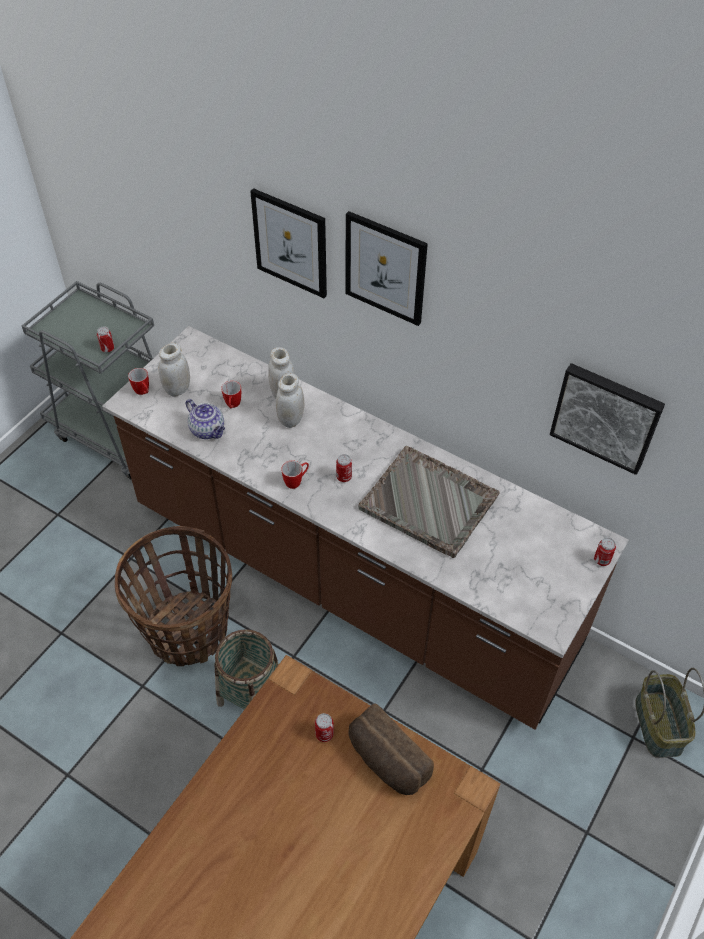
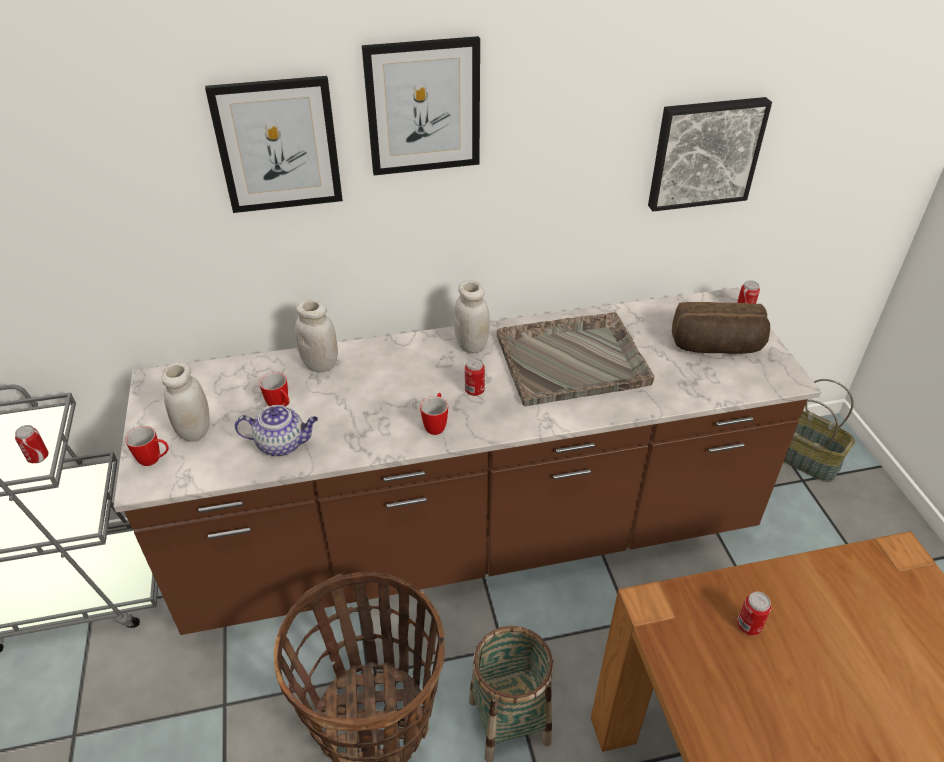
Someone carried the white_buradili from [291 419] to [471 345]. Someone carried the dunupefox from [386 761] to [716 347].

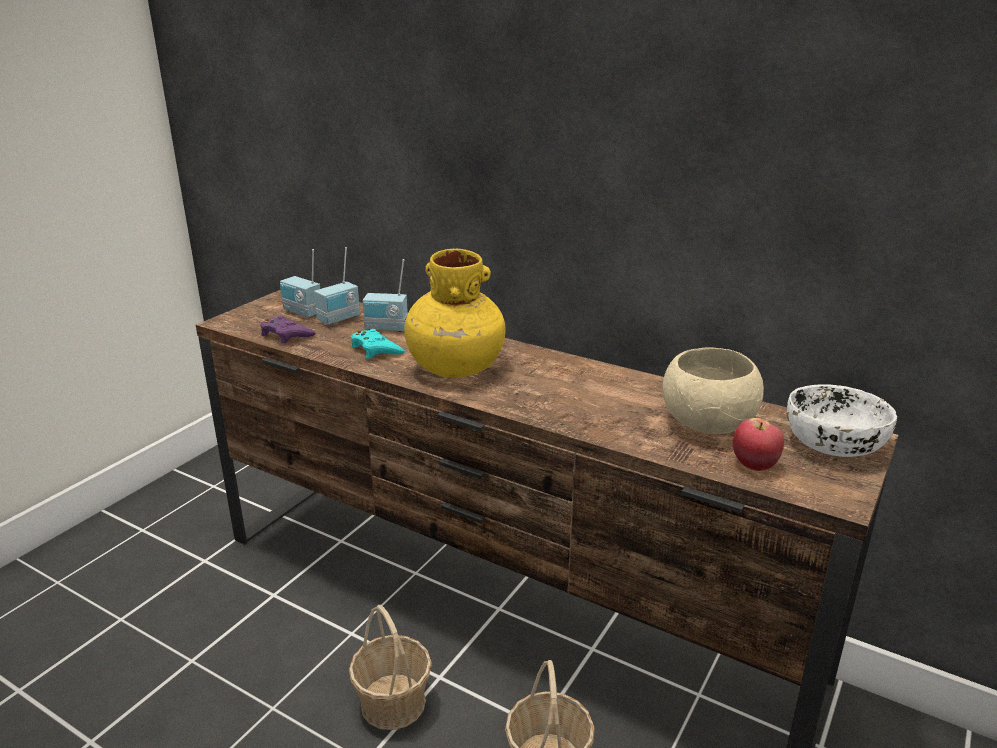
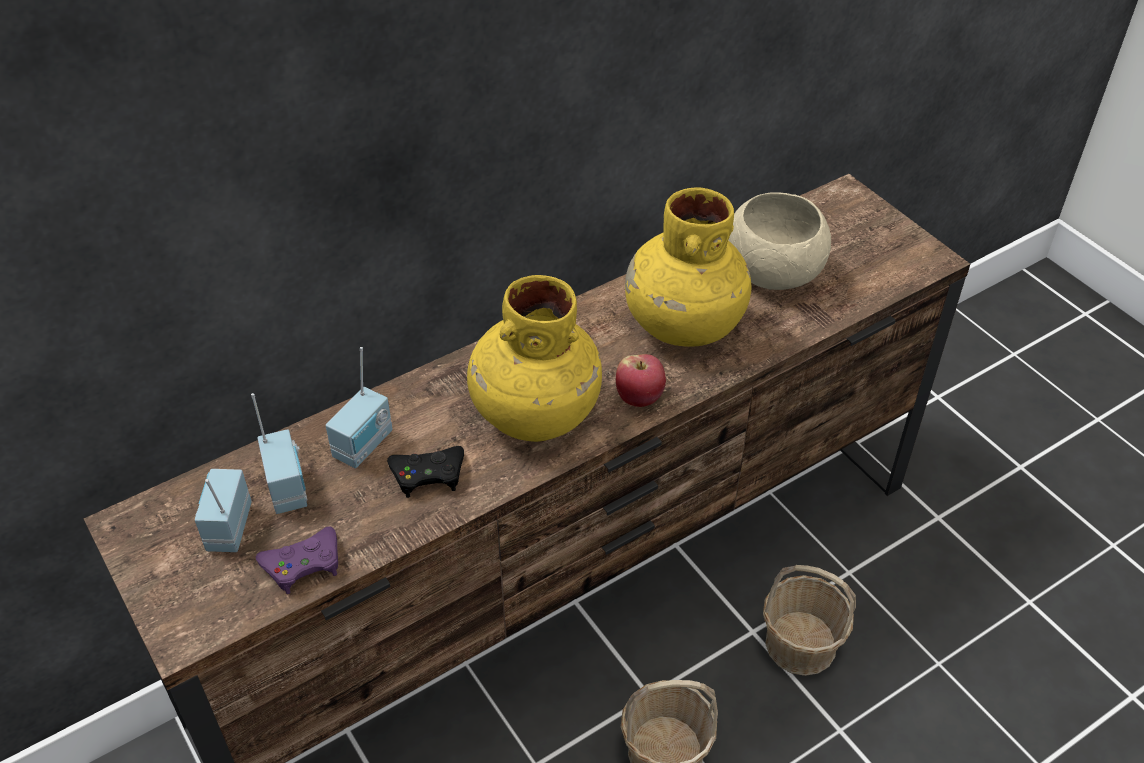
Someone rotated the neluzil at [302 313] by 120 degrees clockwise. Someone repainted the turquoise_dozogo at [376 349], which became the black_dozogo at [428 474]. Someone took away the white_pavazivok at [834 443]. Someone carried the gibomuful from [754 465] to [639 398]. Someone put down the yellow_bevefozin at [683 325].

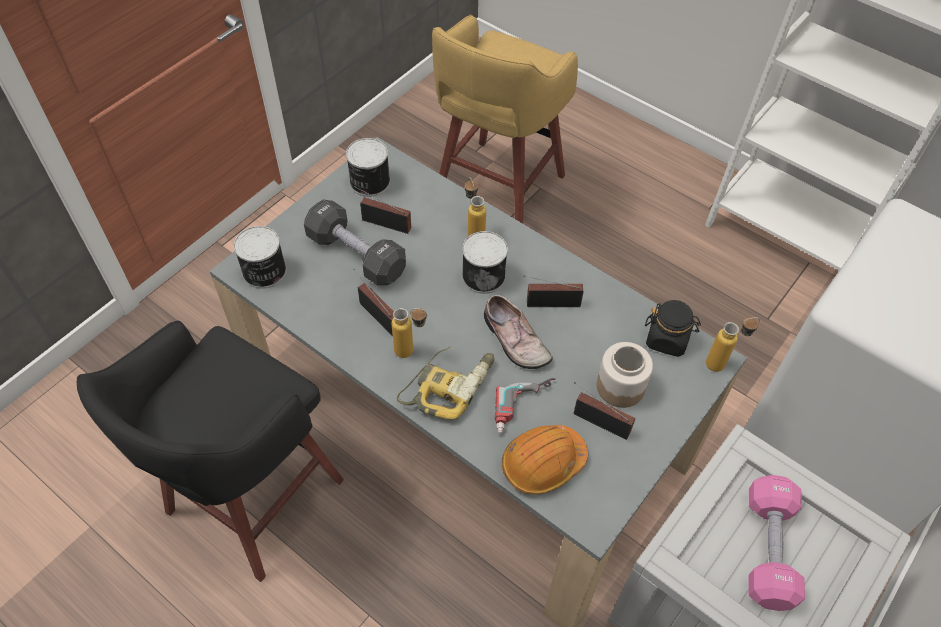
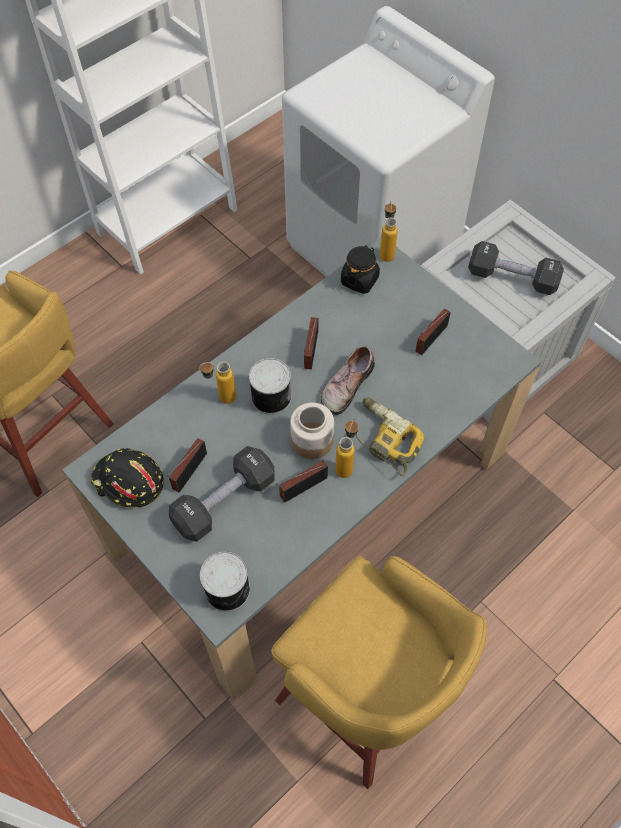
Someone swapped the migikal at [369 182] for the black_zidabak at [128 482]. Someone rotated the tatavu at [513 341] by 150 degrees clockwise. Someone repainted the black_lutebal at [251 500], which became the yellow_lutebal at [365 701]. Someone carried the buradili from [620 386] to [311 440]. Someone took away the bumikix at [525 408]. Someone took away the orange_zidabak at [543 463]. Someone repainted the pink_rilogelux at [768 549], which became the black_rilogelux at [512 278].

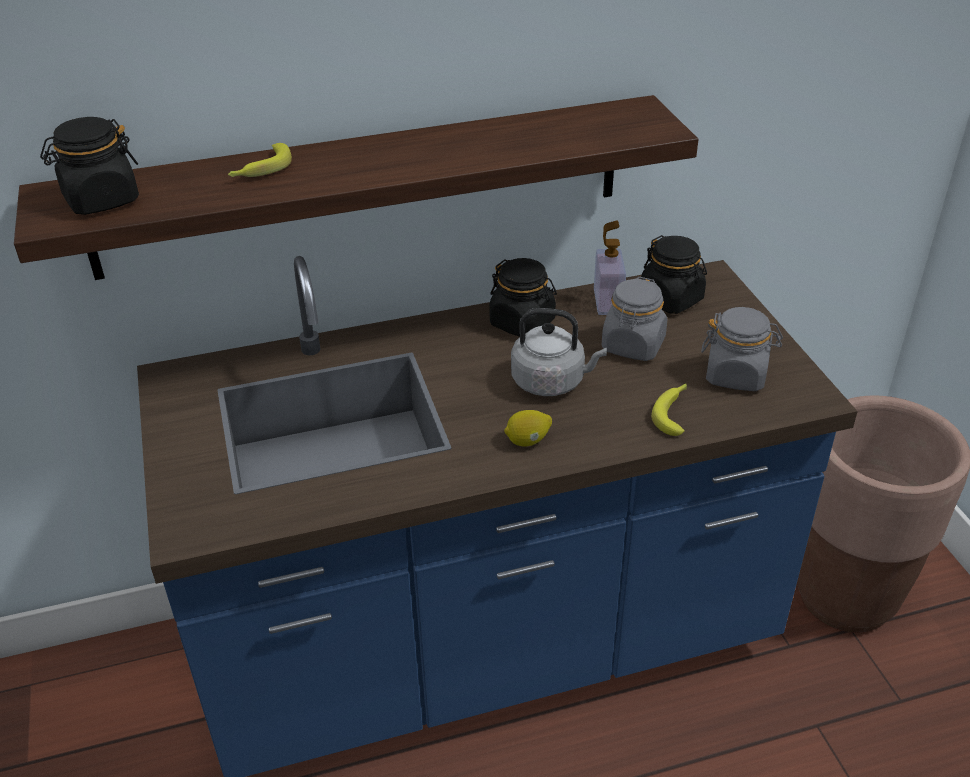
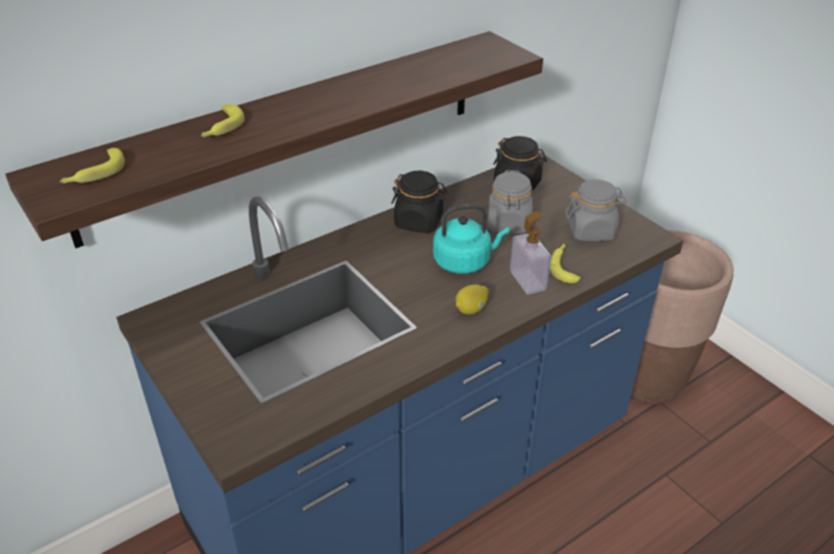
Someone swapped the black_buradili at [101 200] for the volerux at [94 174]. Someone carried the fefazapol from [608 302] to [527 280]. Someone repainted the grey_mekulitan at [552 382], which became the turquoise_mekulitan at [465 262].

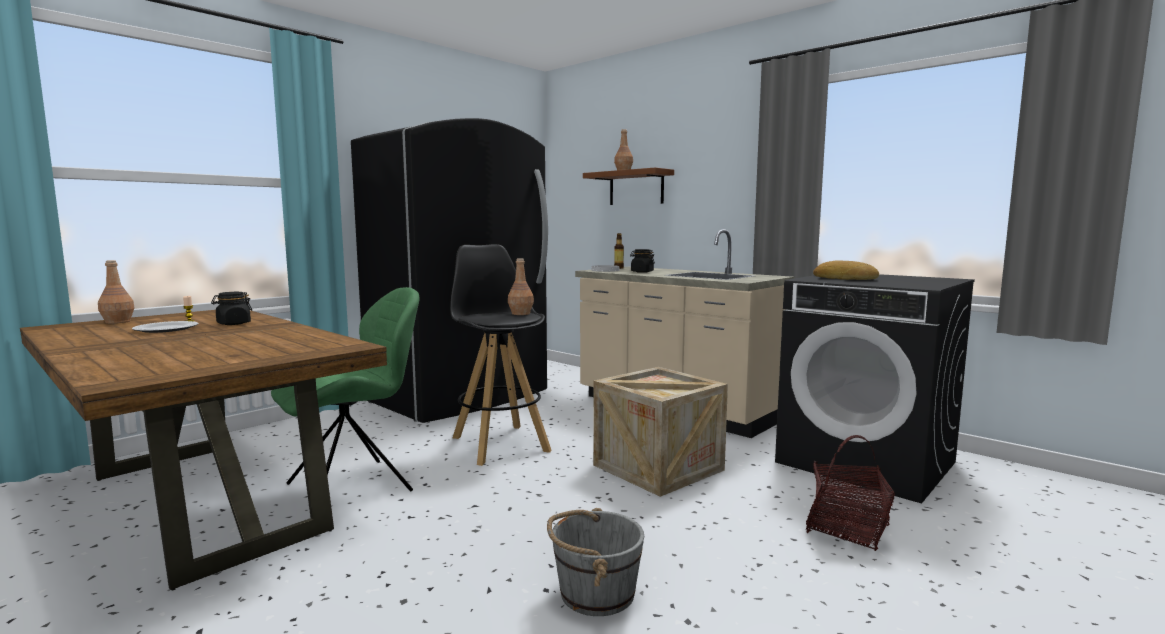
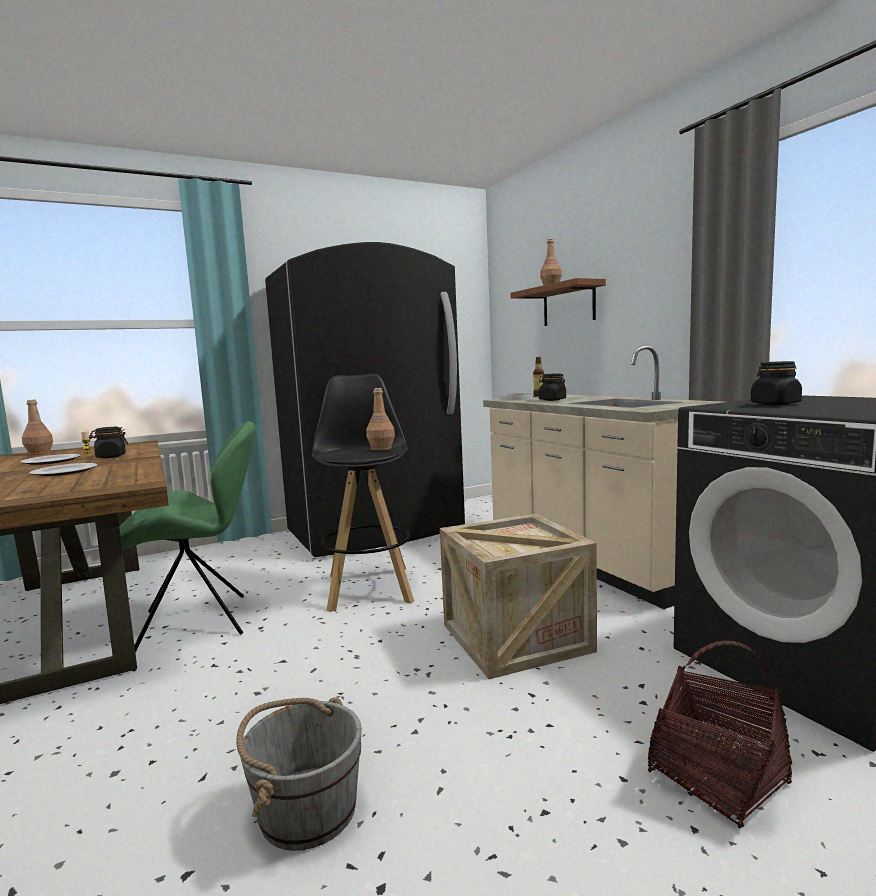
Someone swapped the dunupefox at [845 278] for the black_buradili at [775 404]. Someone put down the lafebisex at [64 472].

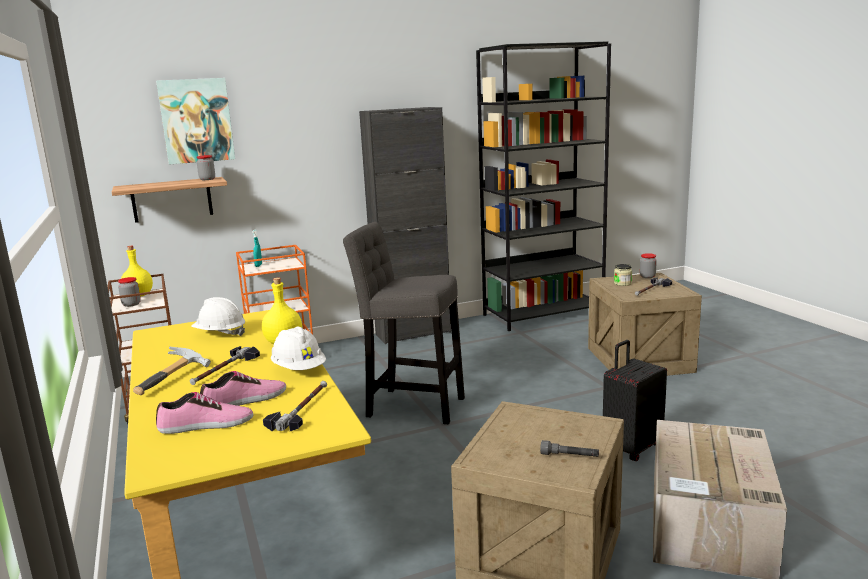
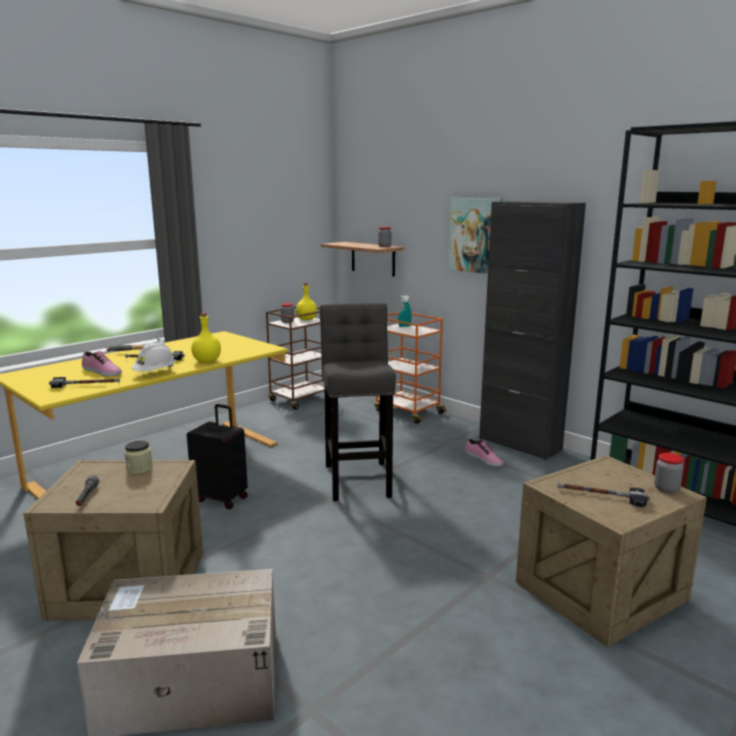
Someone carried the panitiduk from [196 121] to [475 235]. Someone carried the buradili from [622 283] to [139 469]. Someone took away the white_zidabak at [220 334]. Someone carried the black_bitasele from [631 448] to [222 498]. Someone carried the tatavu from [206 425] to [483 459].

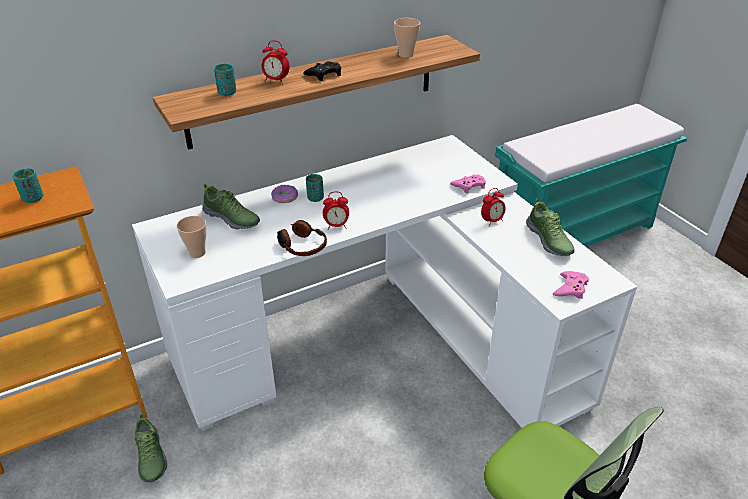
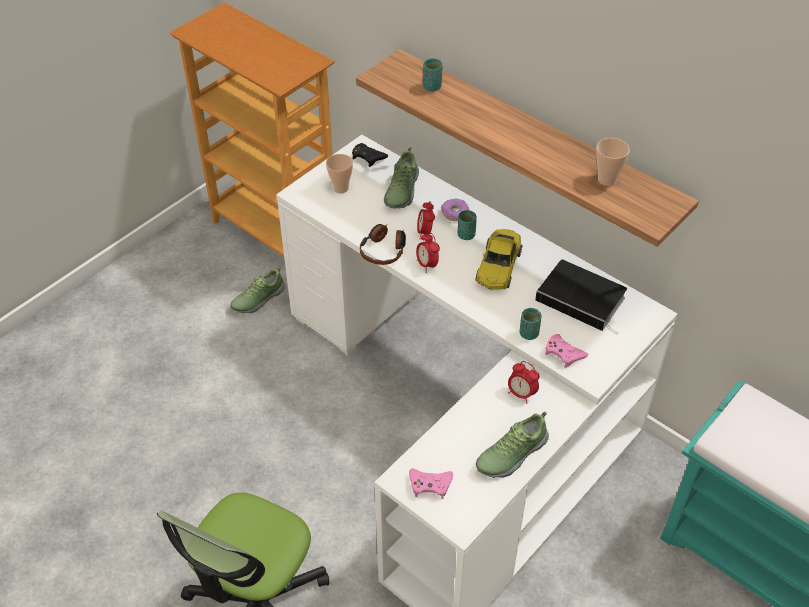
Someone carried the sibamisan from [276 80] to [425 233]. Someone carried the black_dozogo from [324 74] to [368 157]. Someone carried the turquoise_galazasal from [33 198] to [528 333]. Someone put down the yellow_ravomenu at [498 266]. Someone put down the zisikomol at [583 299].

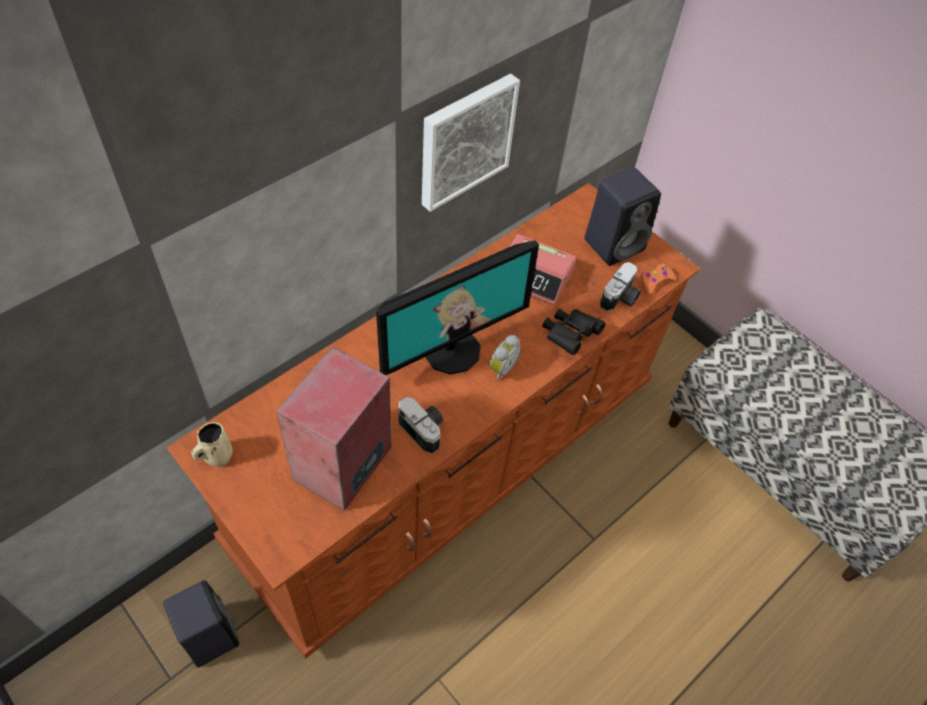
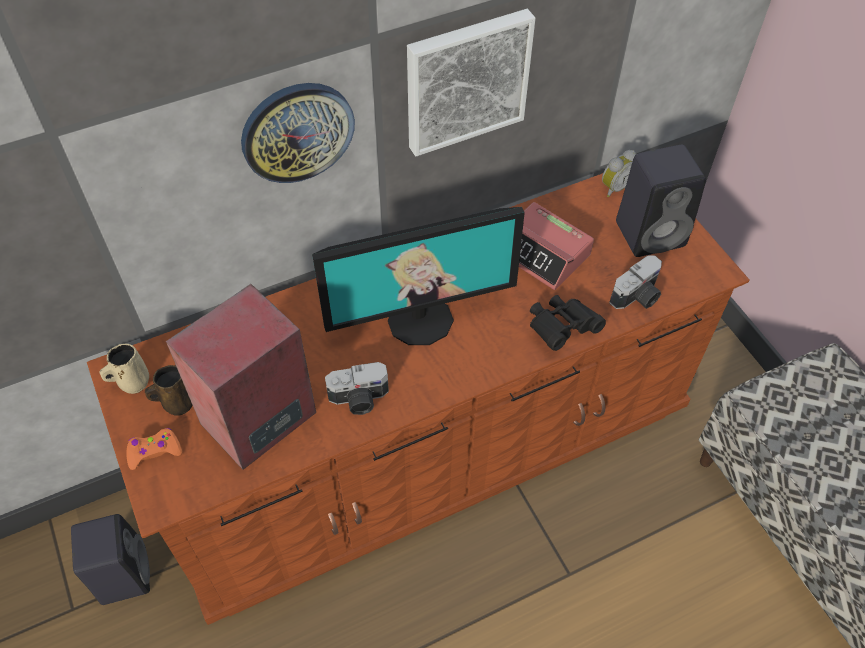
Someone carried the orange_dozogo from [655 281] to [154 451]. Someone carried the sibamisan from [501 368] to [614 187]. Someone rotated the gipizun at [424 429] by 105 degrees clockwise. Someone put up the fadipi at [297 132]. Someone put down the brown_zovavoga at [177 403].

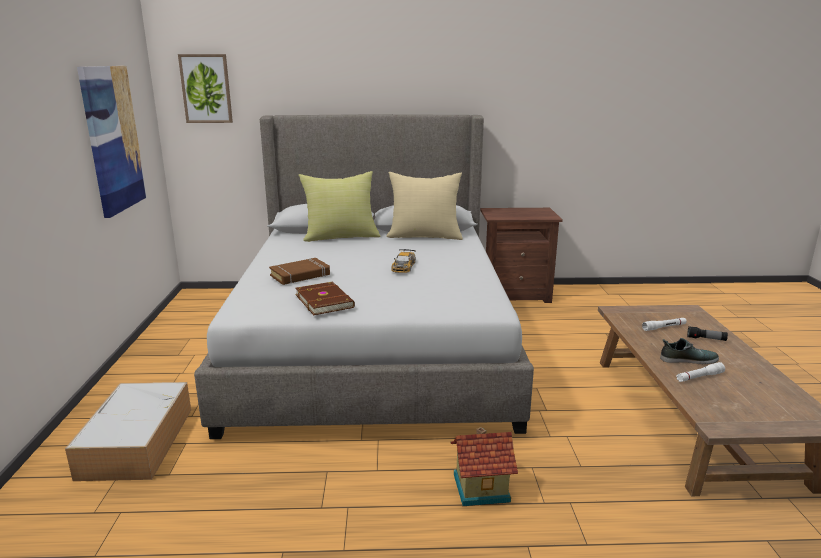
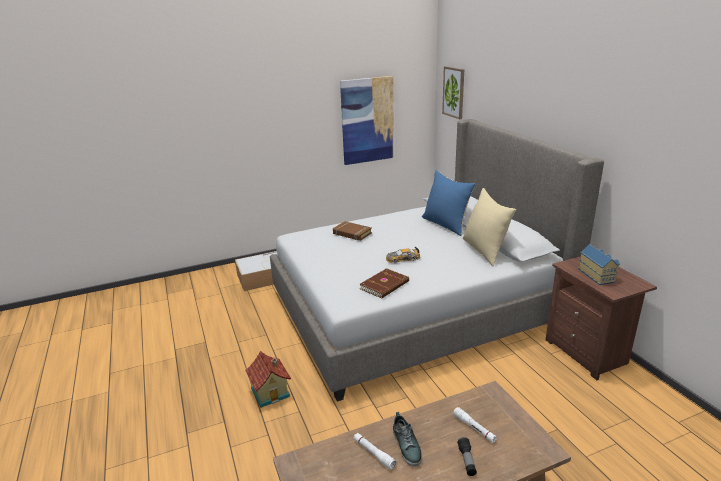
Someone repainted the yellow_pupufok at [341 236], which became the blue_pupufok at [446 224]. Someone carried the brown_zisikomol from [325 300] to [385 285]. Someone put down the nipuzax at [597 275].

